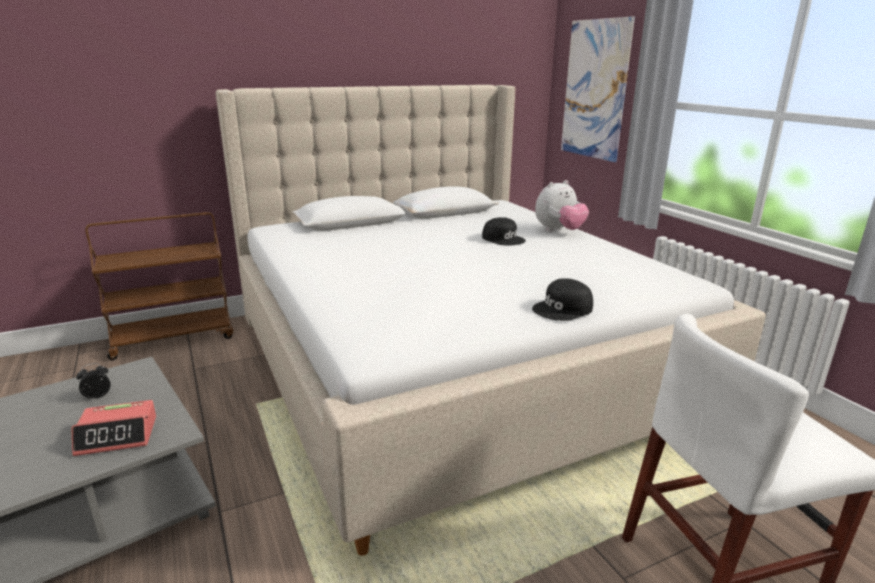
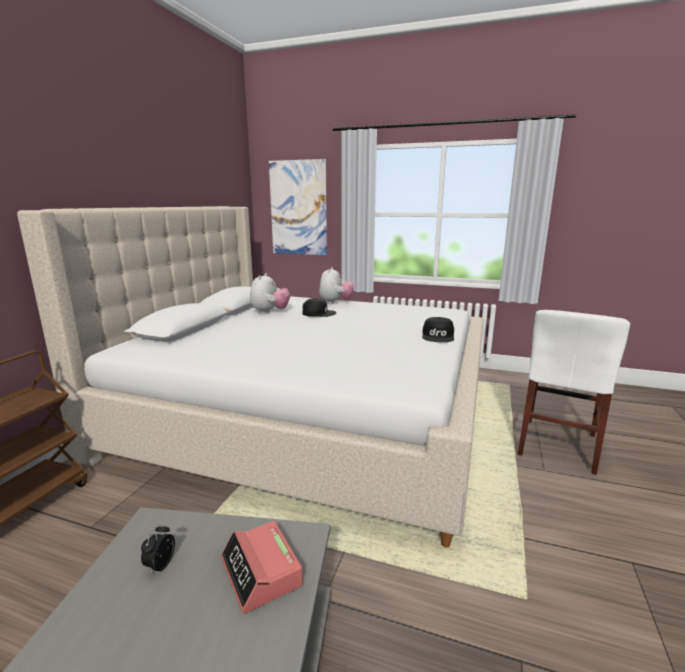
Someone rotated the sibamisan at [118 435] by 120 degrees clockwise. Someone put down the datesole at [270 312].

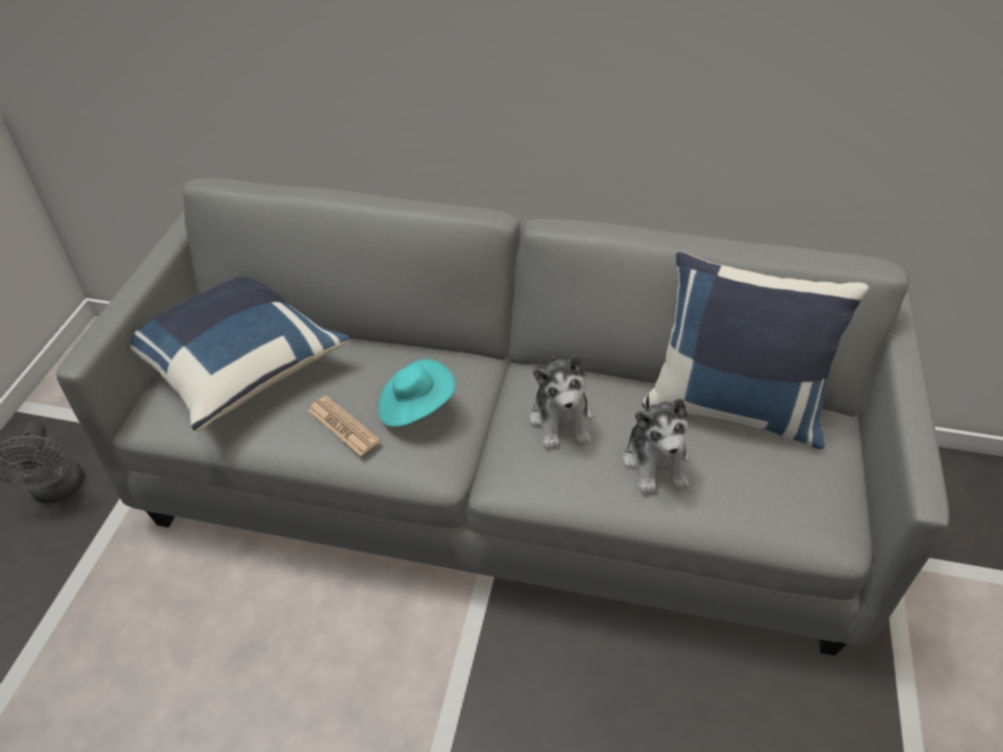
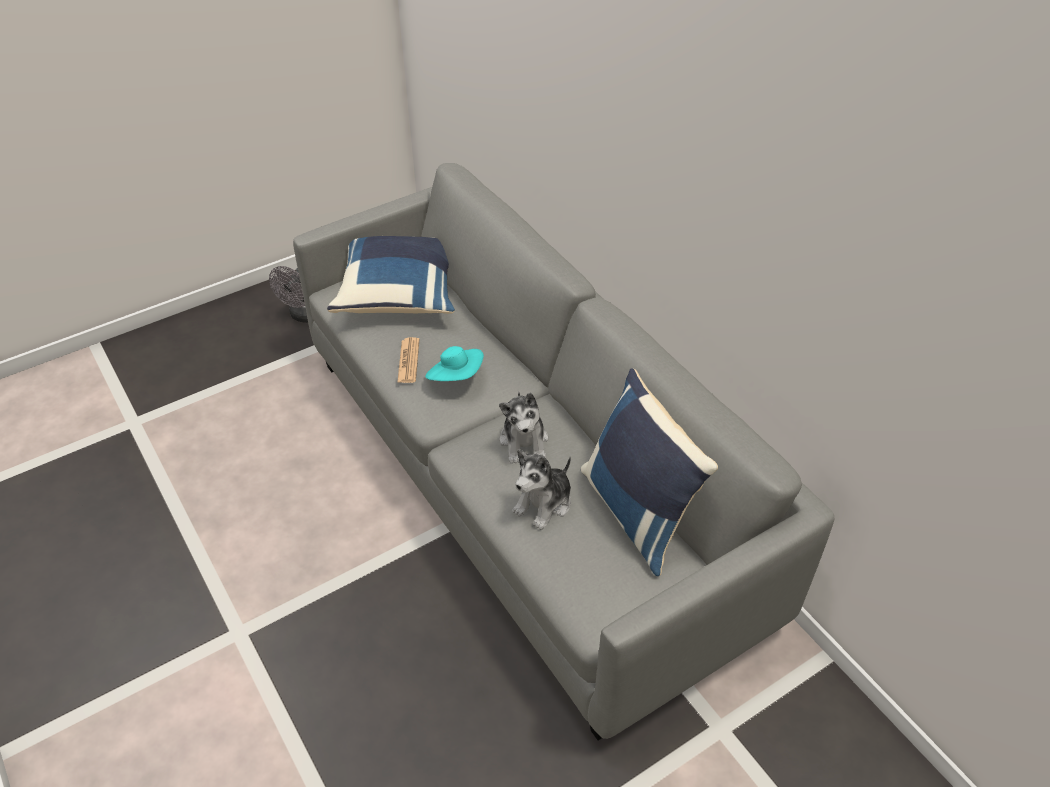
Someone rotated the datesole at [561 420] by 45 degrees counterclockwise.

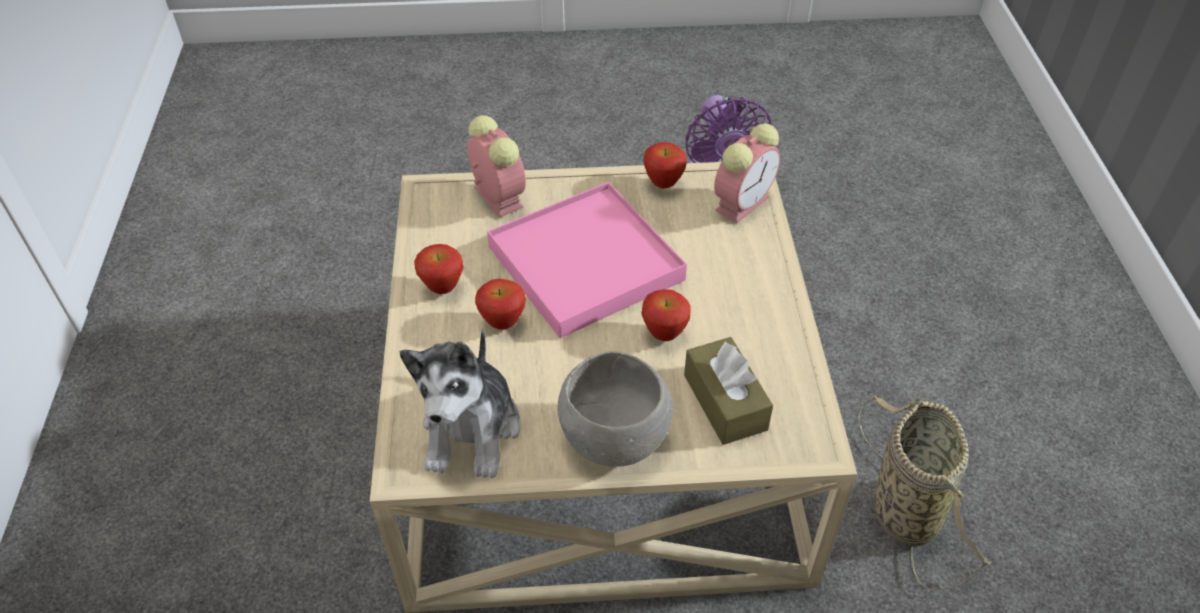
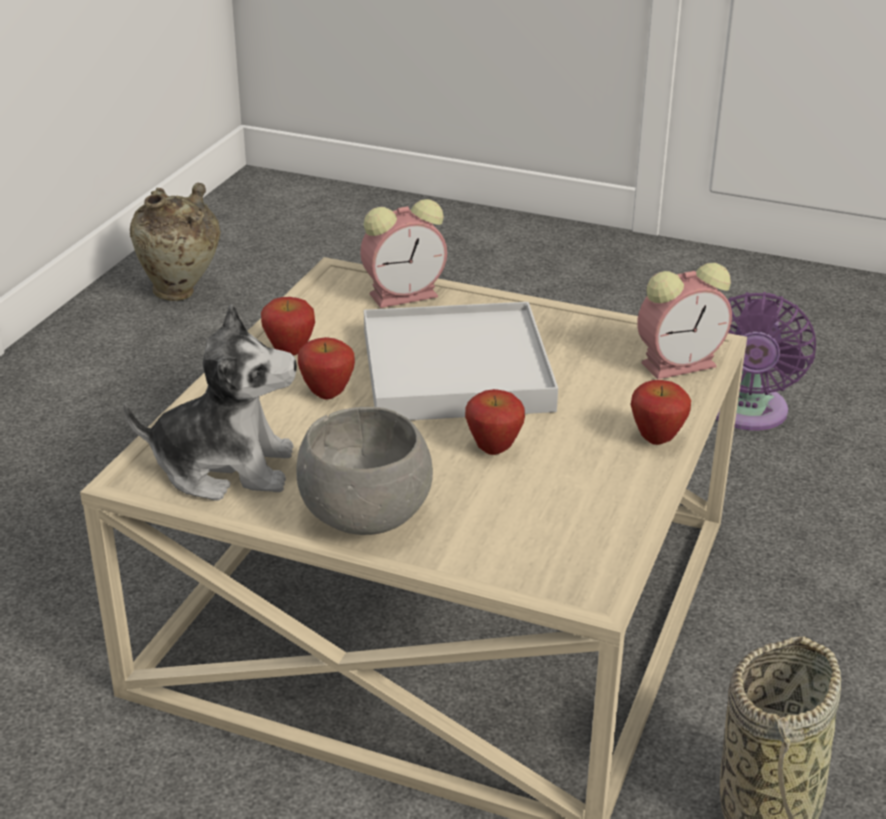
Someone rotated the sibamisan at [496 196] by 75 degrees clockwise. Someone carried the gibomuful from [663 184] to [657 439]. Someone repainted the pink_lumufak at [586 263], which became the white_lumufak at [456 370]. Someone rotated the datesole at [472 429] by 120 degrees counterclockwise. Someone took away the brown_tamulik at [725 402]. Someone put down the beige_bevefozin at [181 293].

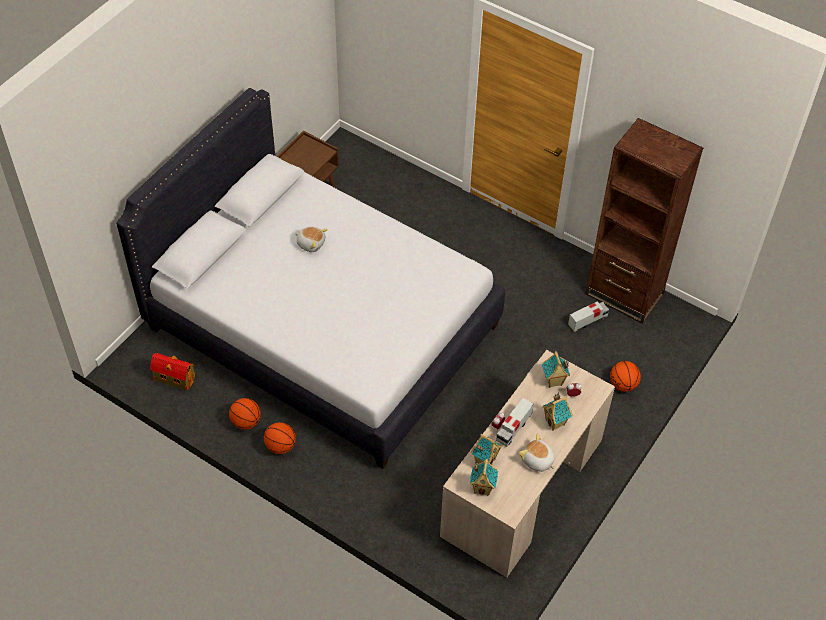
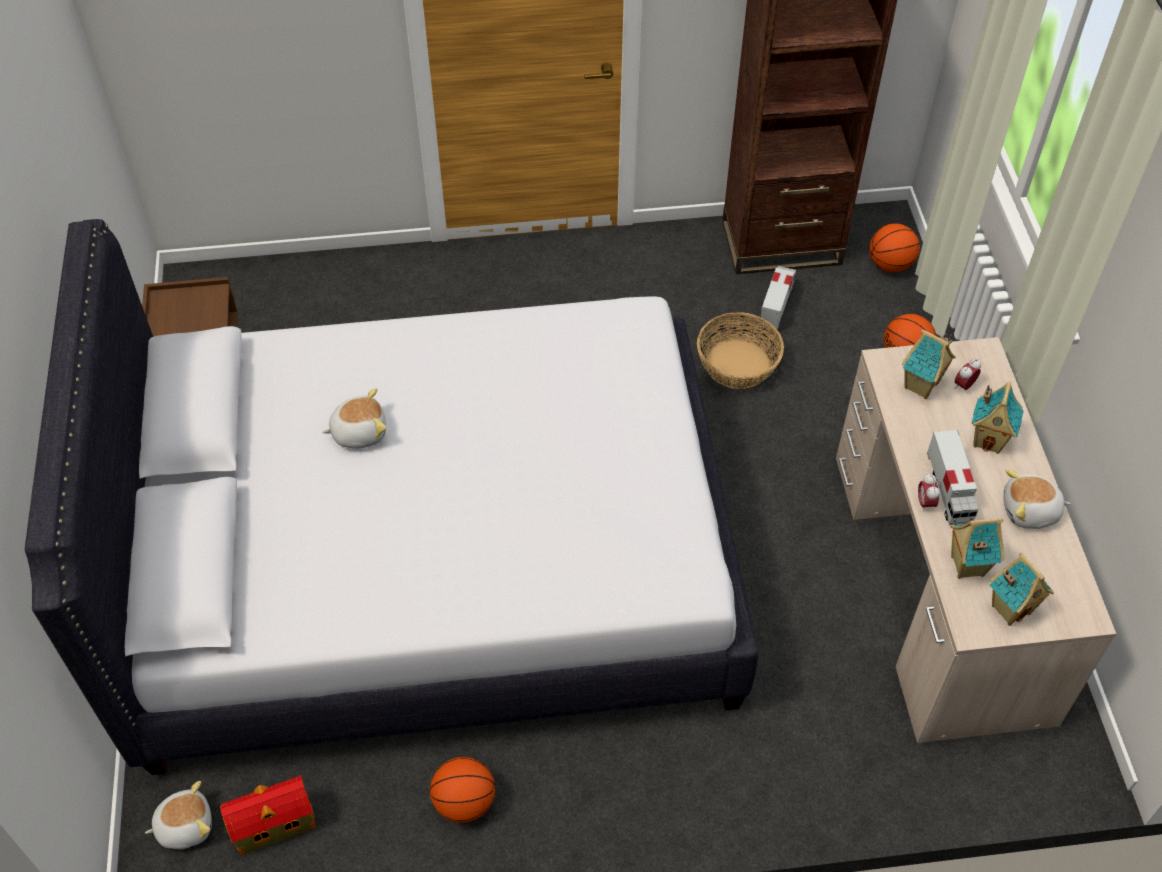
Someone carried the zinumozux from [280 446] to [889 265]. Someone put down the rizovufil at [738 364]. Someone put down the datesole at [185 825].

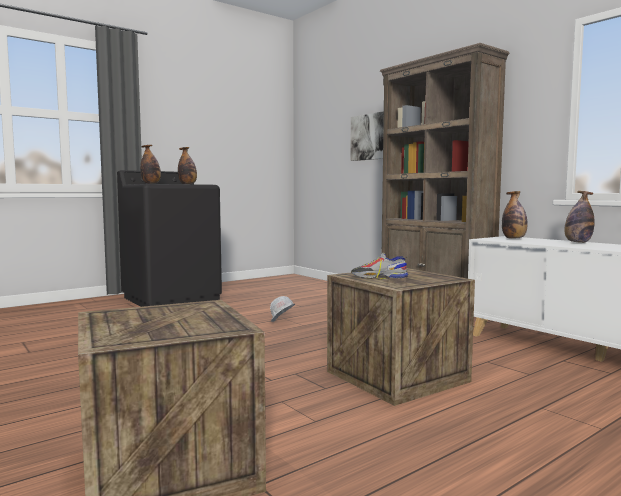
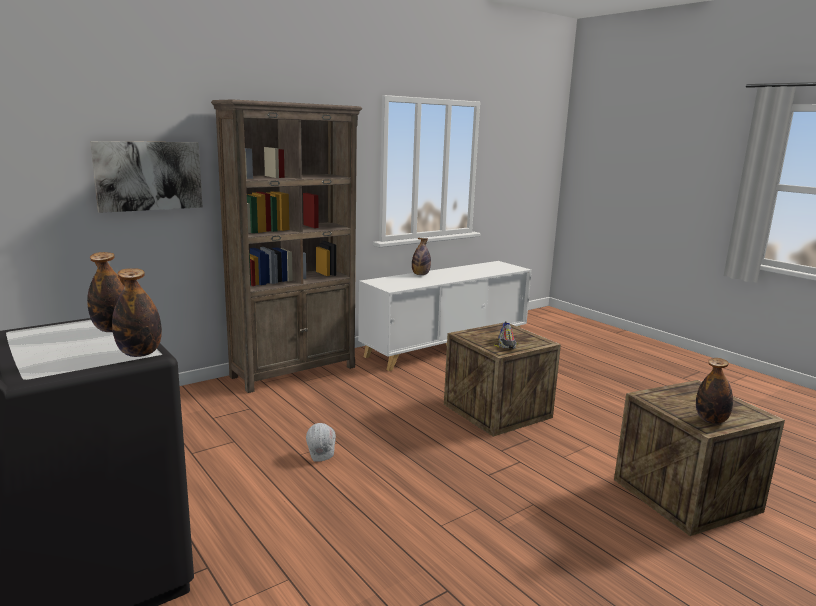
Someone carried the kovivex from [514 238] to [711 420].

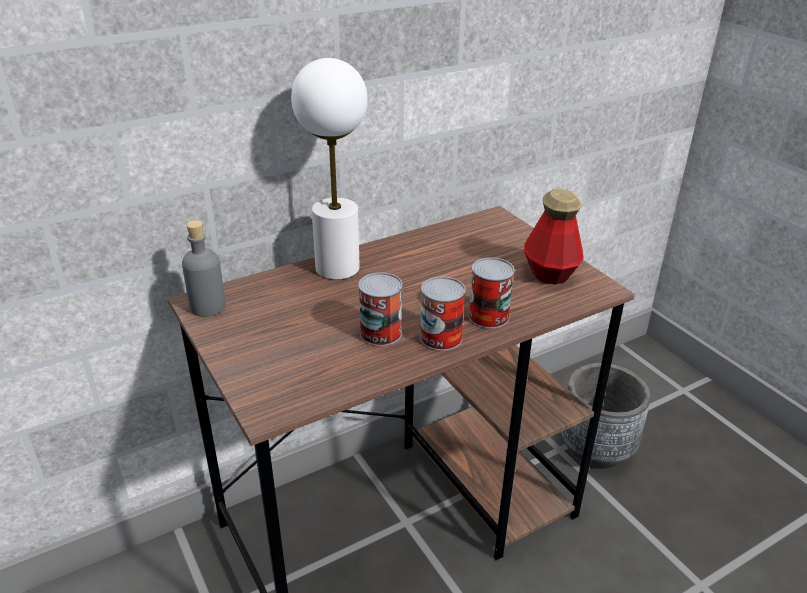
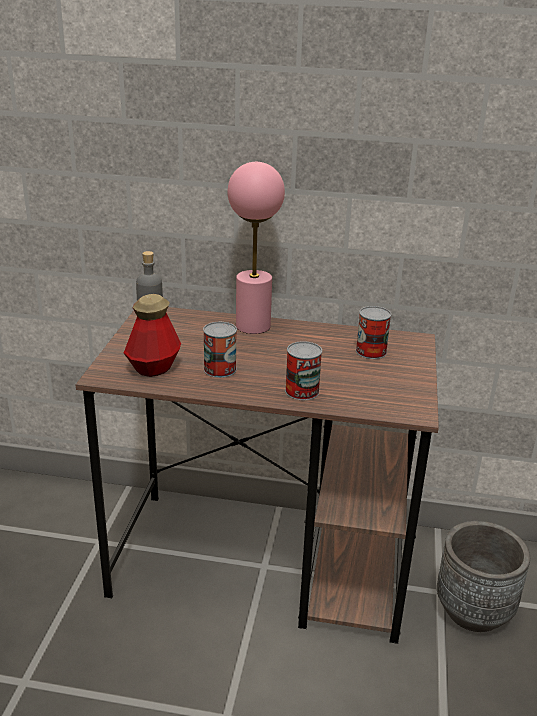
Someone repainted the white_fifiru at [338 268], which became the pink_fifiru at [253 326]. Someone carried the kovivex from [550 273] to [153 368]. Someone carried the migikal from [440 337] to [371 351].

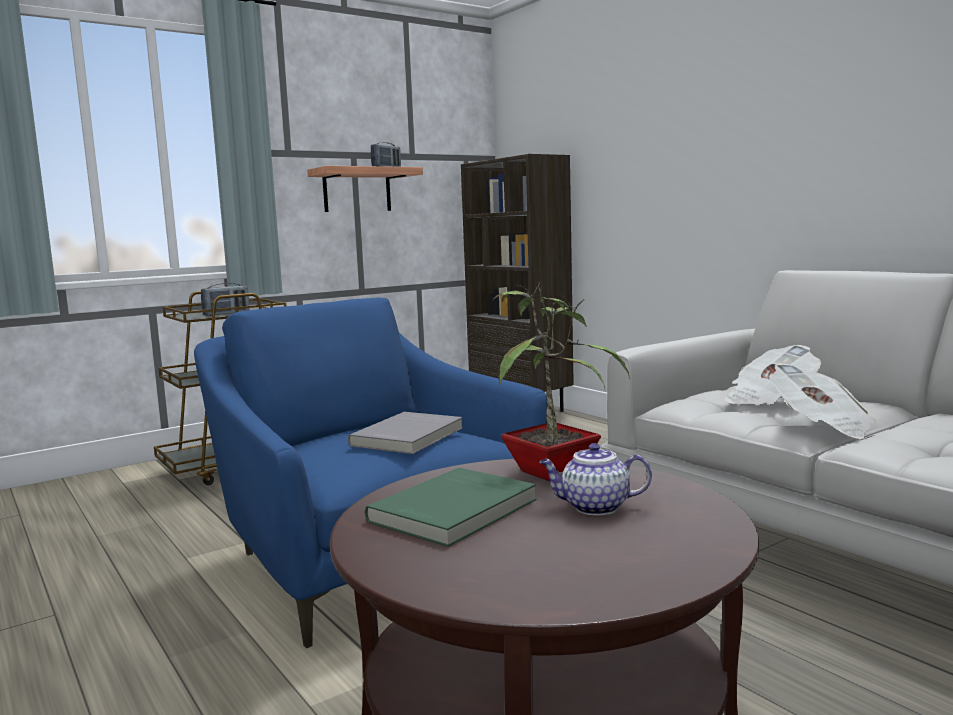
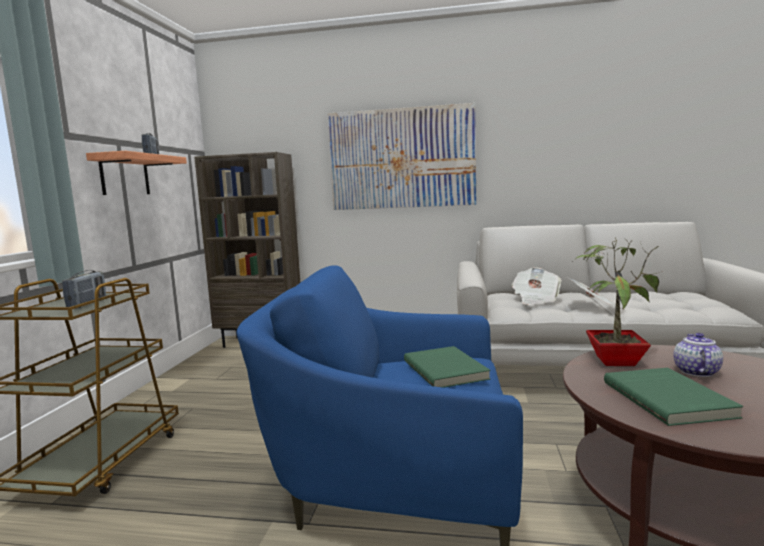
Someone repainted the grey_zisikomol at [409 437], which became the green_zisikomol at [446 370]. Someone rotated the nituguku at [594 507] by 150 degrees clockwise. Someone put up the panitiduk at [401 158].

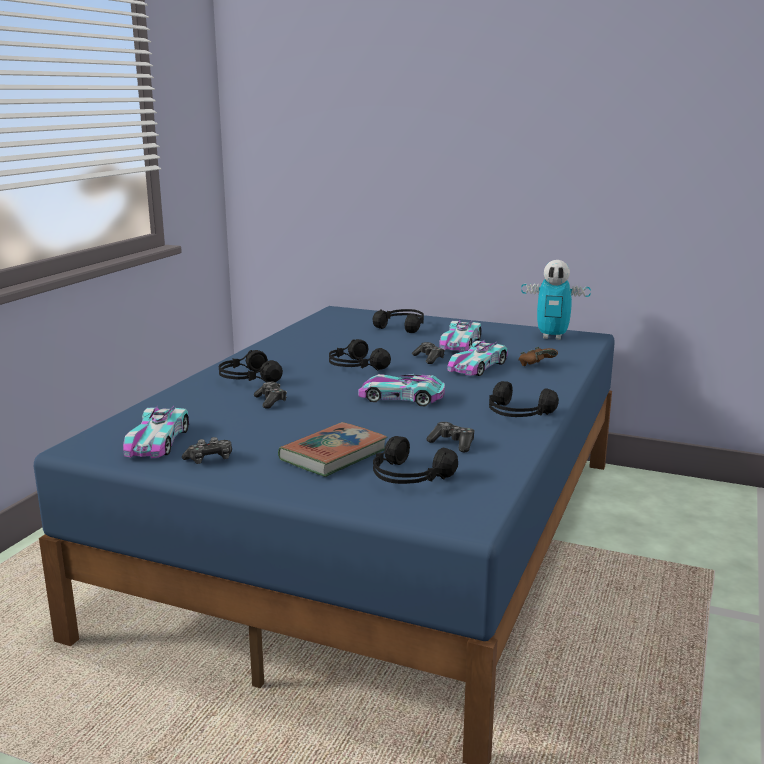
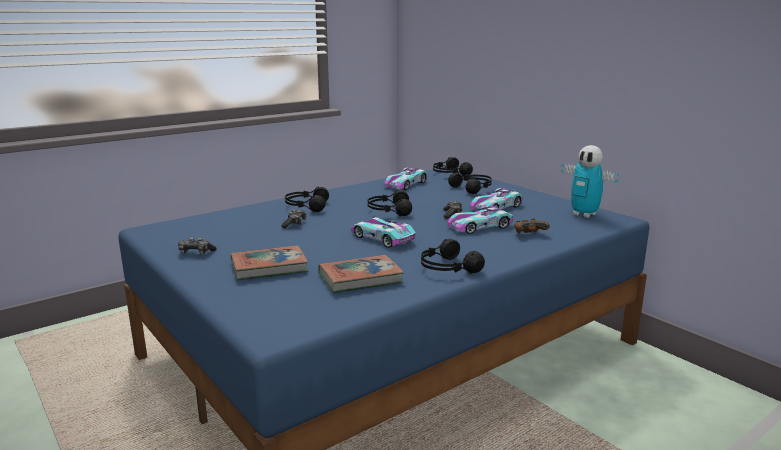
Someone carried the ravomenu from [157 441] to [406 184]. Someone swapped the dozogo at [452 443] for the zisikomol at [360 278]. Someone carried the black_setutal from [408 477] to [449 174].

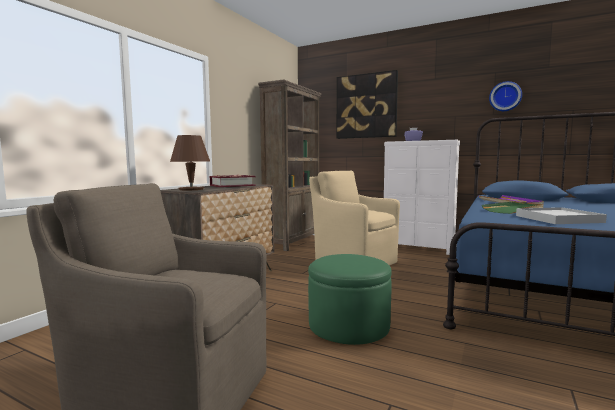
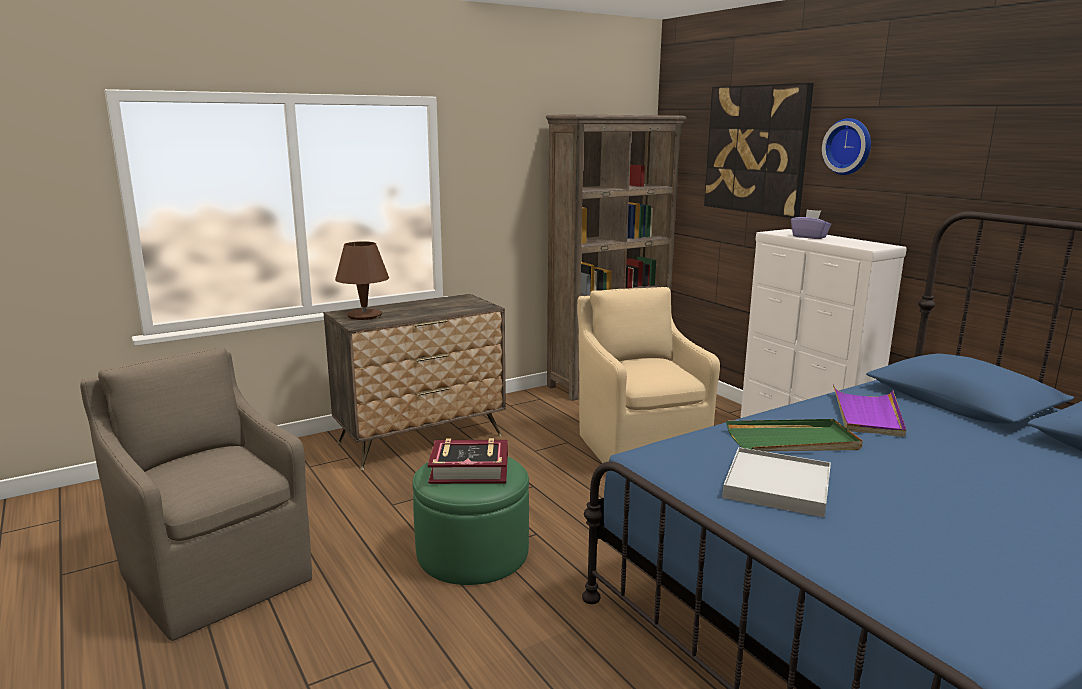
Someone carried the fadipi from [505 96] to [849 146]. Someone carried the zisikomol from [232 185] to [469 469].

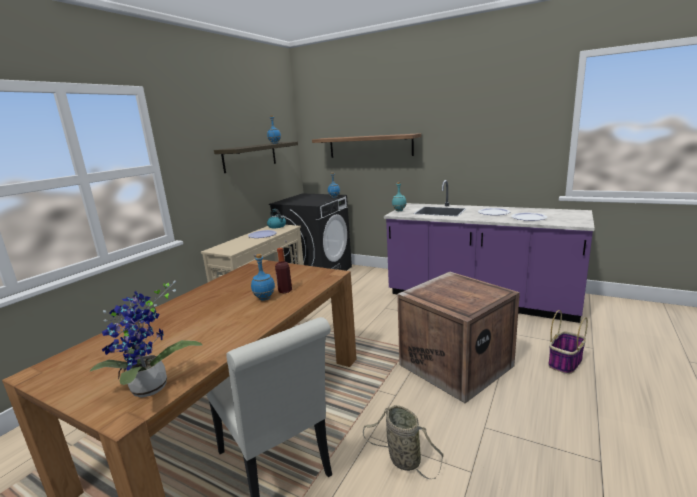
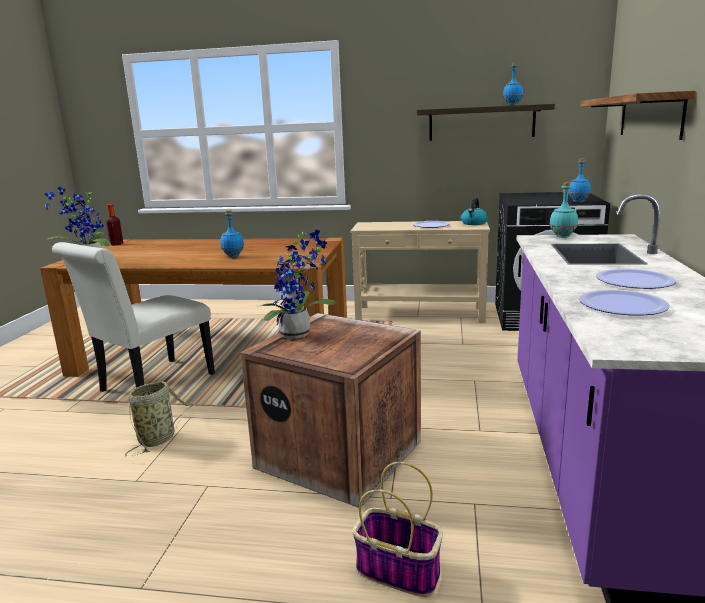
Someone carried the kovivex from [285 291] to [116 244]. Someone put down the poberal at [299 334].

